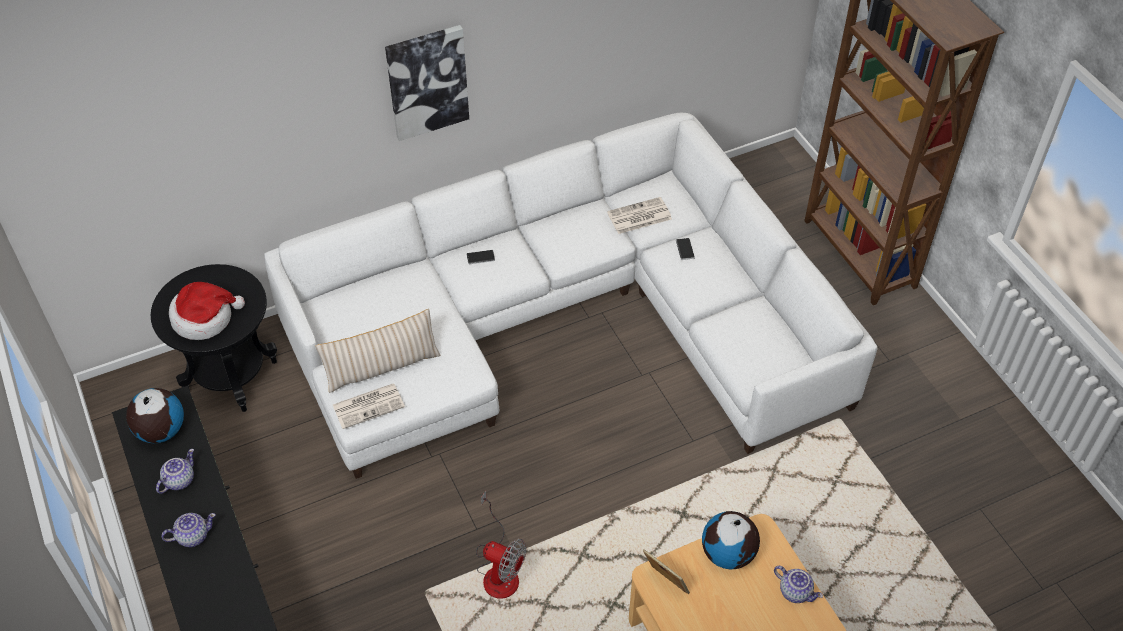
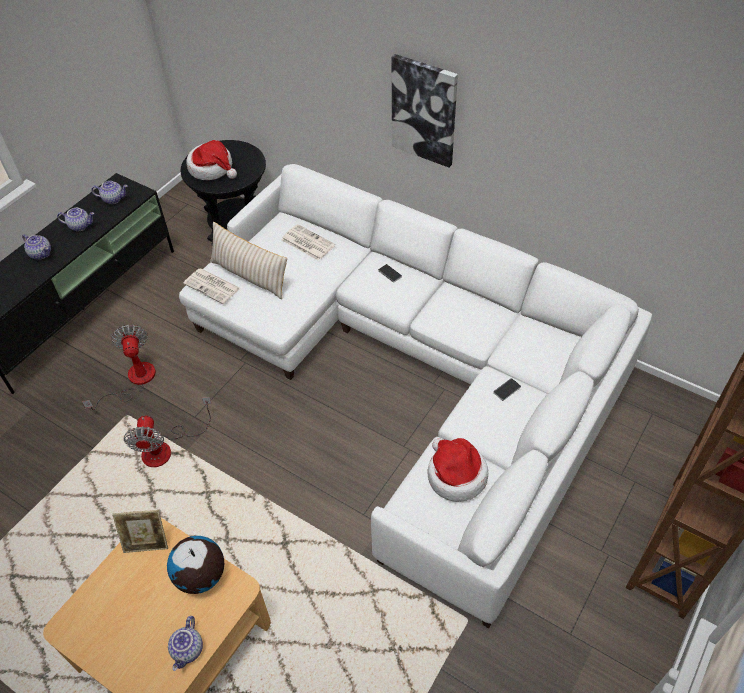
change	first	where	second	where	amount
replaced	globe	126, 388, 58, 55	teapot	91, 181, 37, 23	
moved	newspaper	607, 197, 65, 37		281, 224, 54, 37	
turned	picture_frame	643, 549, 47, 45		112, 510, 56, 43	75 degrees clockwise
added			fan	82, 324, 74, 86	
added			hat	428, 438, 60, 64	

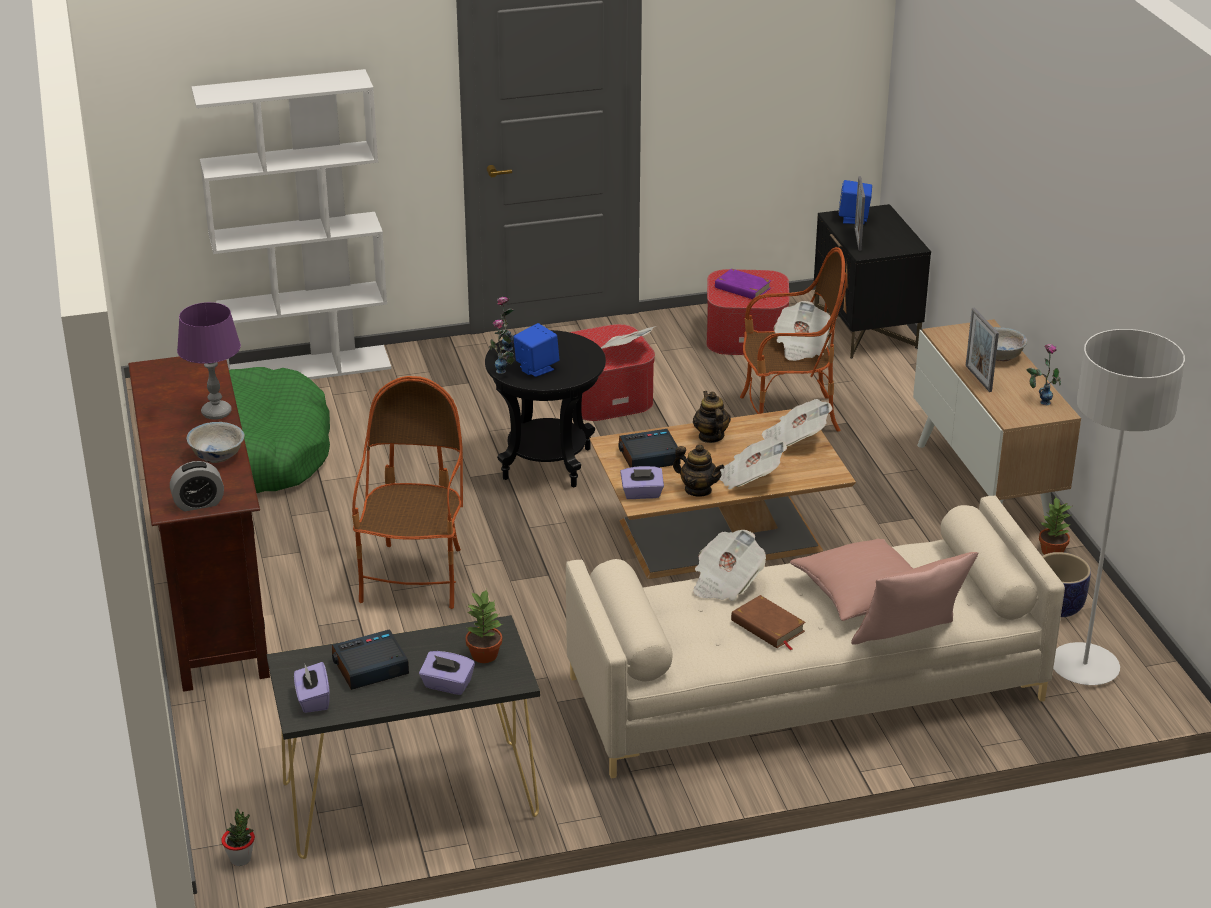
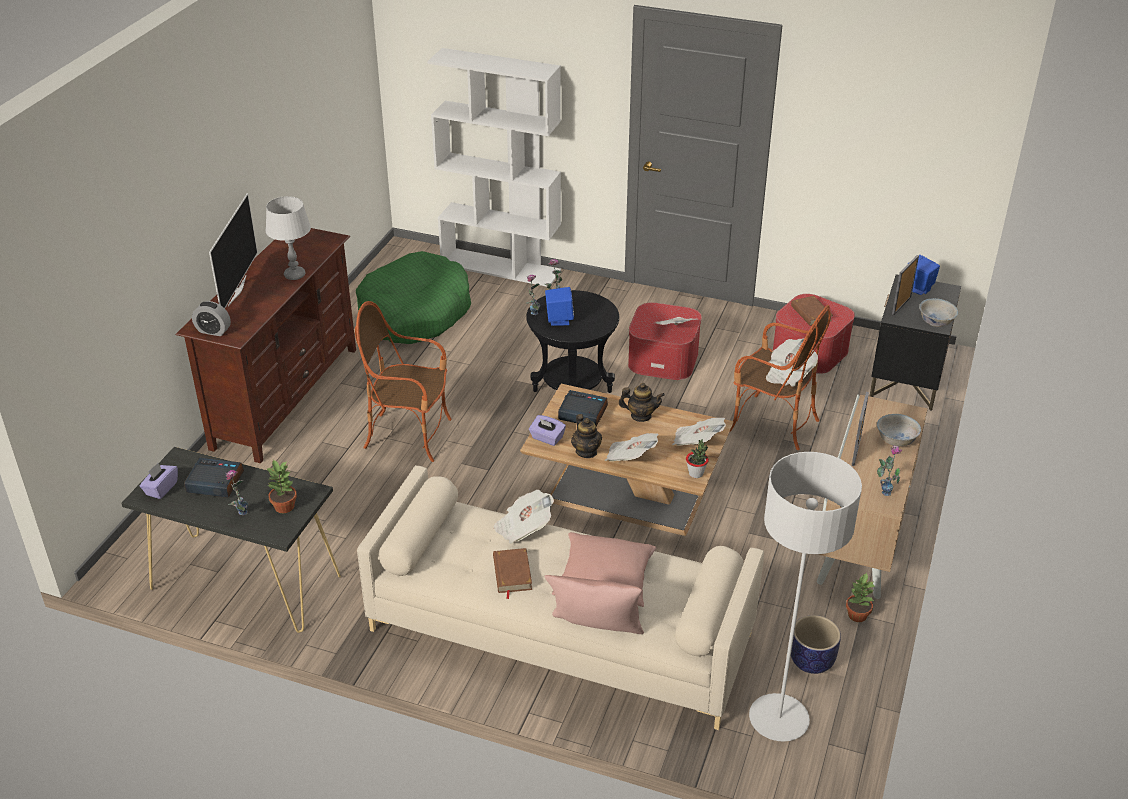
change	first	where	second	where	amount
recoloured	purple_table_lamp	177, 302, 64, 117	grey_table_lamp	265, 196, 46, 84	
moved	white_bowl	186, 422, 59, 41		919, 298, 40, 29	
moved	potted_plant	221, 808, 34, 58		686, 439, 23, 39	
turned	armchair	352, 376, 111, 233		355, 301, 97, 161	120 degrees counterclockwise
replaced	purple_tissue_box	419, 651, 56, 44	vase	226, 470, 22, 45	
turned	teapot	693, 391, 38, 52		618, 383, 47, 39	75 degrees clockwise
recoloured	purple_book	715, 269, 56, 31	brown_book	791, 296, 42, 30	
added			television	209, 193, 49, 115	

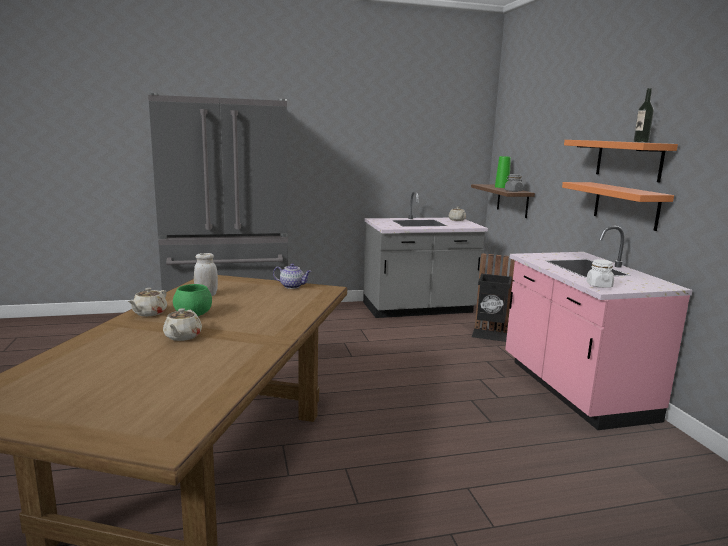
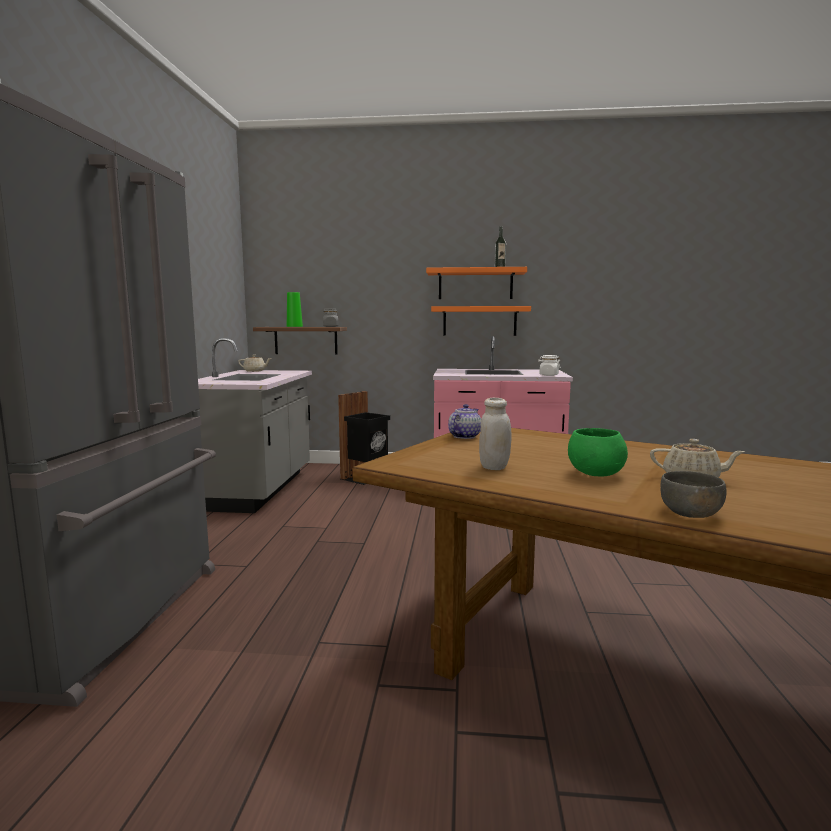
change	first	where	second	where	amount
removed	beige_teapot	128, 288, 39, 28			
added			grey_bowl	660, 471, 67, 47	

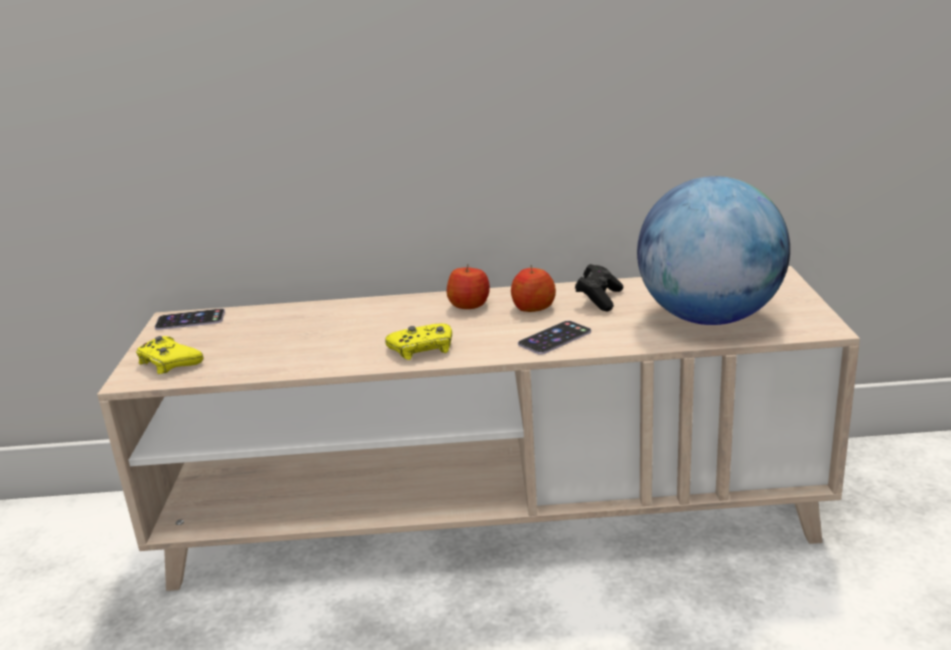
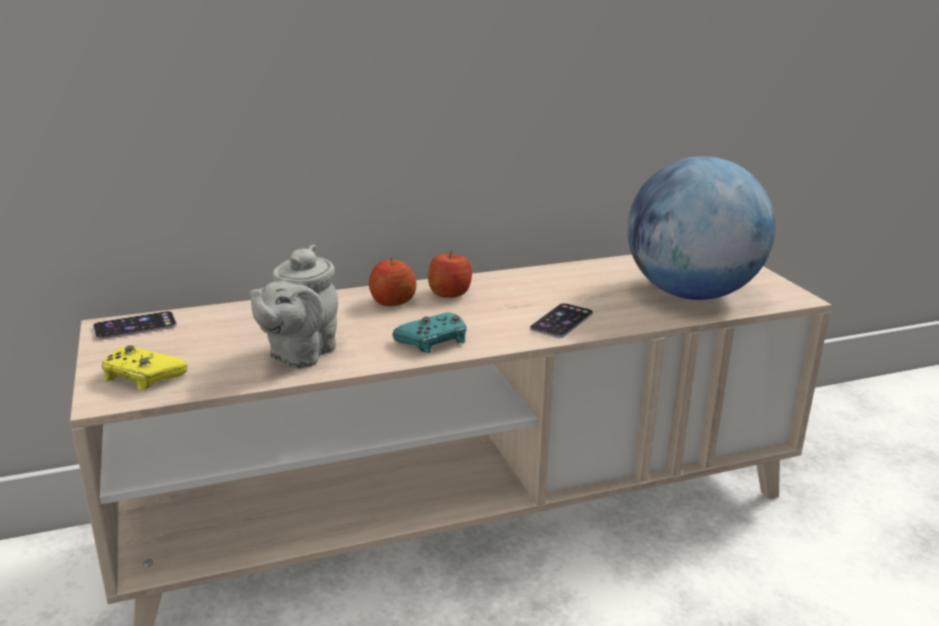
change	first	where	second	where	amount
recoloured	yellow_game_controller	385, 323, 67, 37	turquoise_game_controller	392, 313, 75, 40	
moved	apple	511, 265, 45, 47		369, 257, 48, 49	
removed	black_game_controller	575, 264, 48, 48			
added			grey_teapot	249, 245, 89, 123	

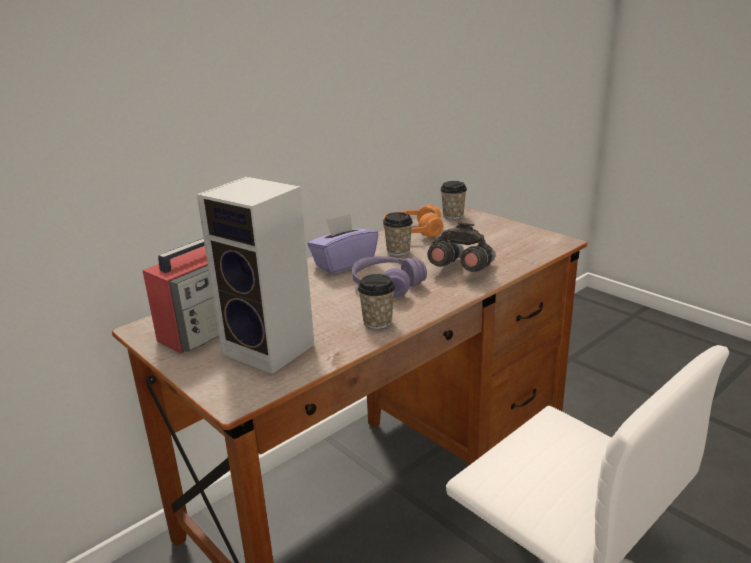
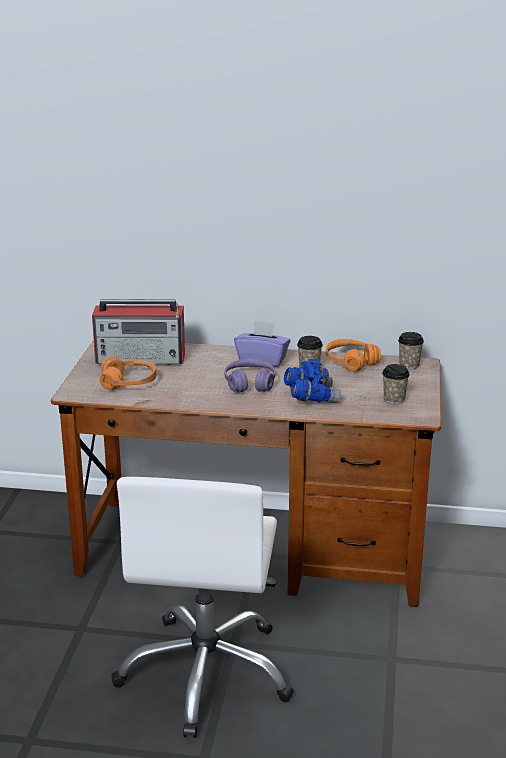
change	first	where	second	where	amount
replaced	speaker	197, 177, 118, 197	orange_headphones	100, 357, 56, 33	
moved	cup	358, 274, 37, 55		382, 364, 28, 40	
recoloured	grey_binoculars	427, 222, 68, 50	blue_binoculars	284, 359, 57, 44	

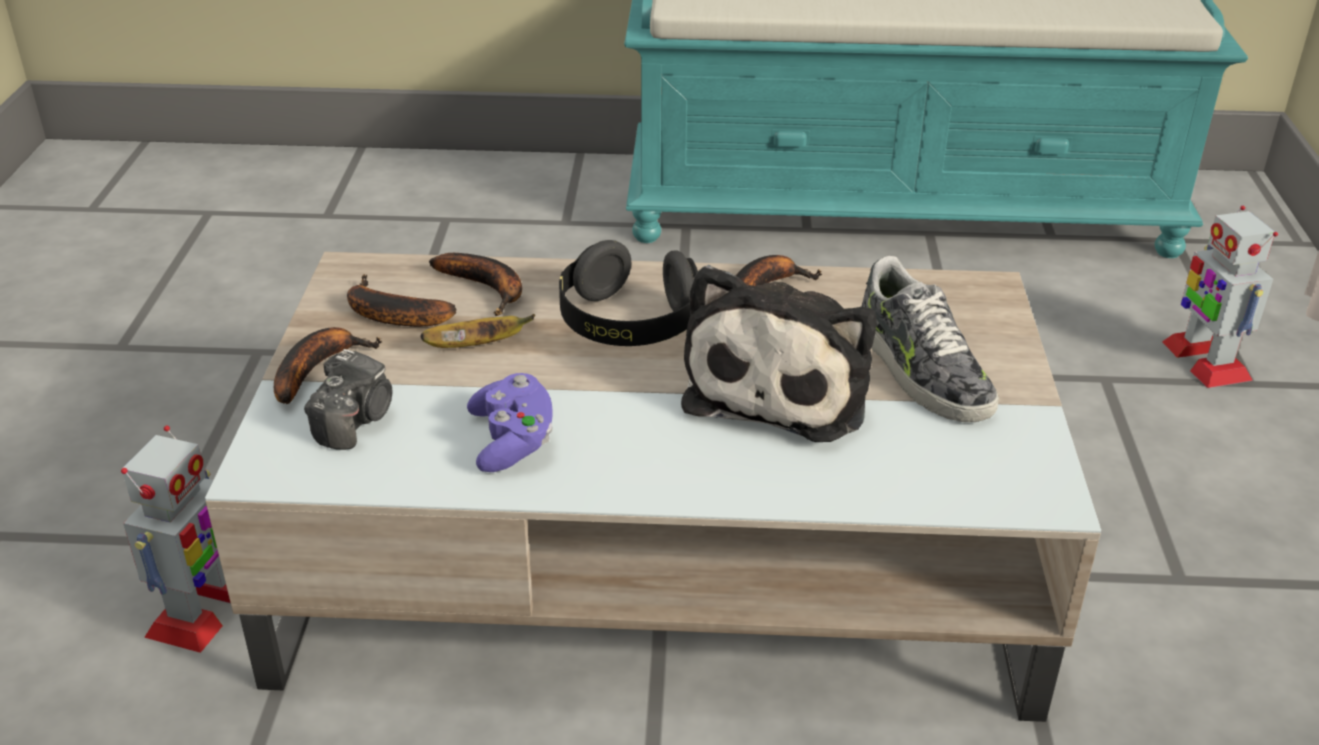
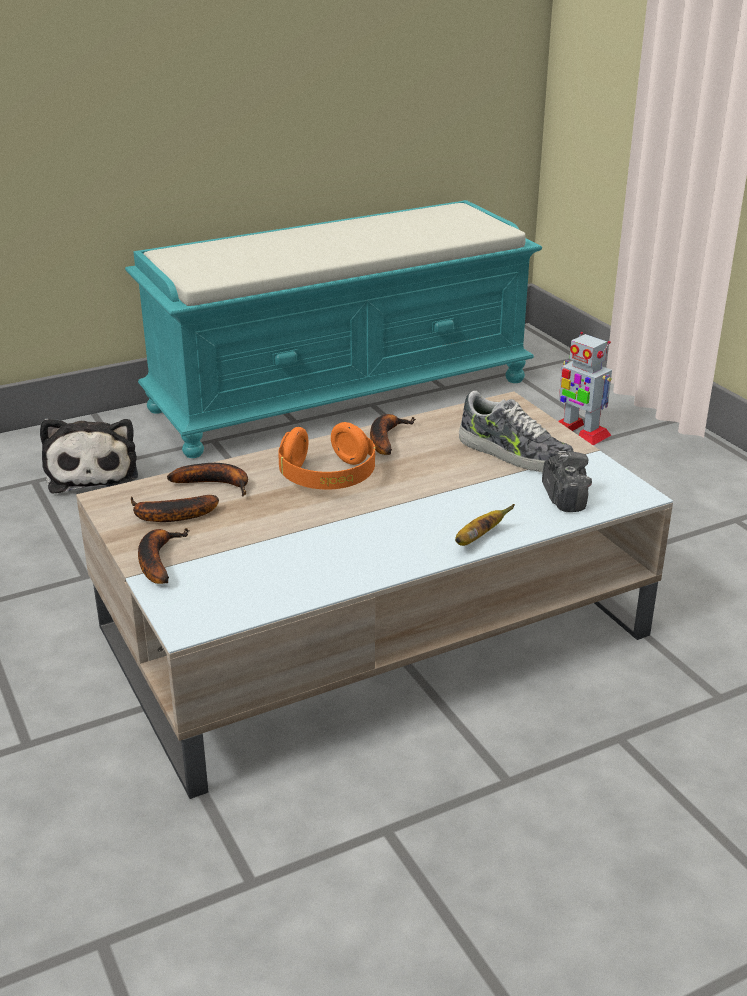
change	first	where	second	where	amount
removed	toy_robot	121, 425, 109, 228			
moved	photo_camera	304, 349, 88, 101		542, 451, 50, 61	
moved	banana	421, 314, 114, 34		455, 504, 60, 42	
removed	purple_game_controller	467, 373, 85, 99			
recoloured	black_headphones	559, 240, 139, 106	orange_headphones	278, 422, 97, 68	
moved	plush_toy	681, 265, 195, 177		40, 418, 98, 76	

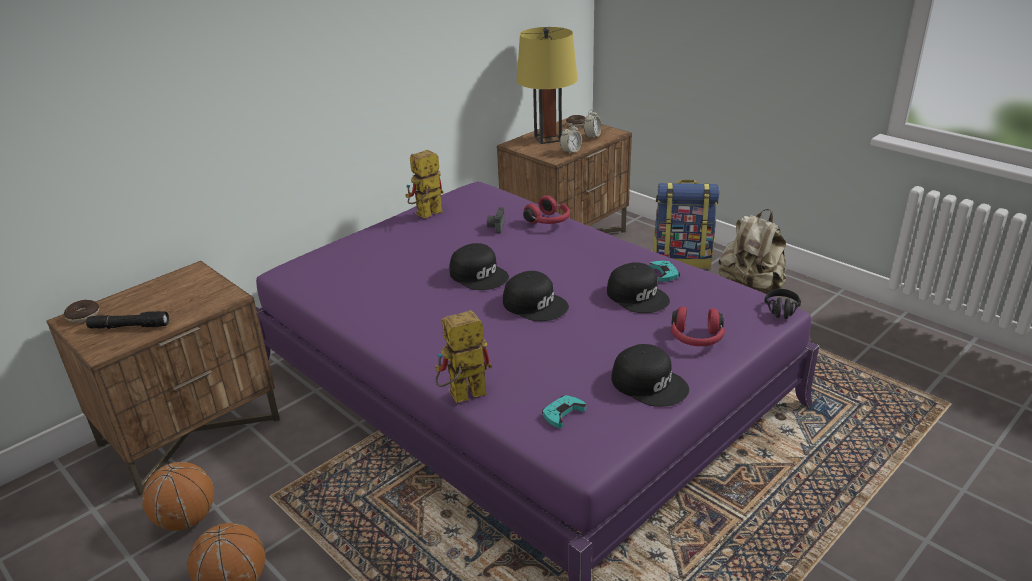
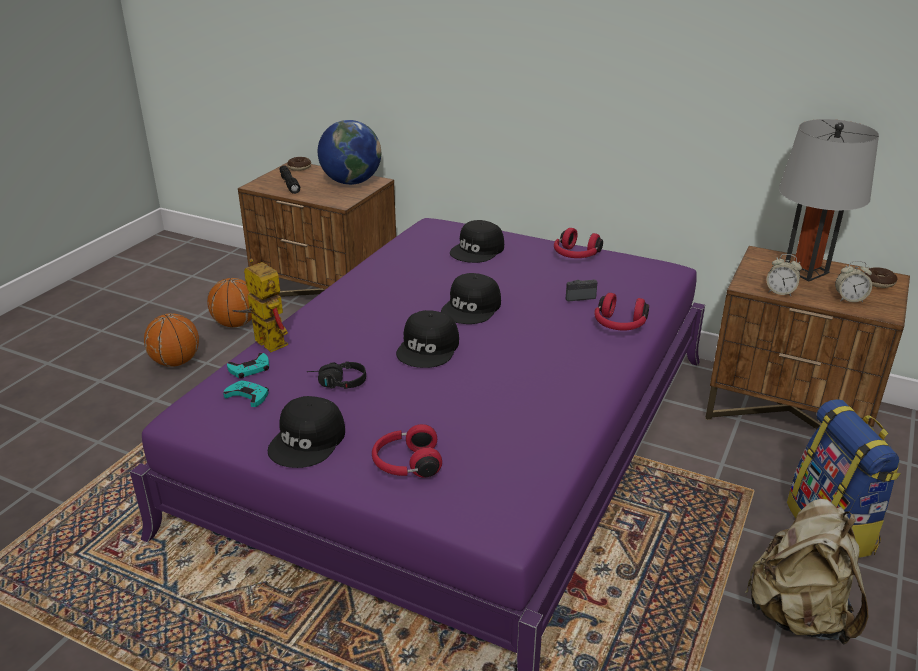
change	first	where	second	where	amount
replaced	toy_robot	405, 150, 39, 68	red_headphones	554, 228, 49, 30	
recoloured	yellow_table_lamp	516, 27, 62, 117	grey_table_lamp	779, 119, 100, 162	
moved	black_cap	607, 262, 63, 51		450, 220, 54, 43	
moved	turquoise_game_controller	649, 261, 31, 21		227, 353, 42, 25	
moved	black_headphones	764, 289, 37, 30		307, 361, 59, 28	
added			globe	318, 120, 63, 65	

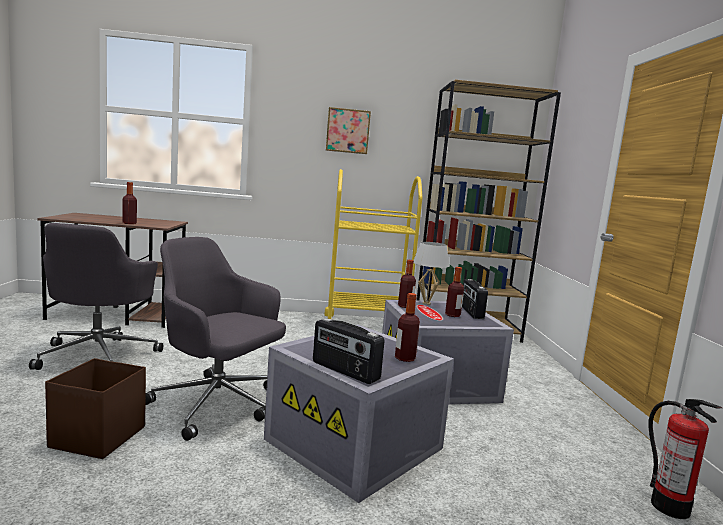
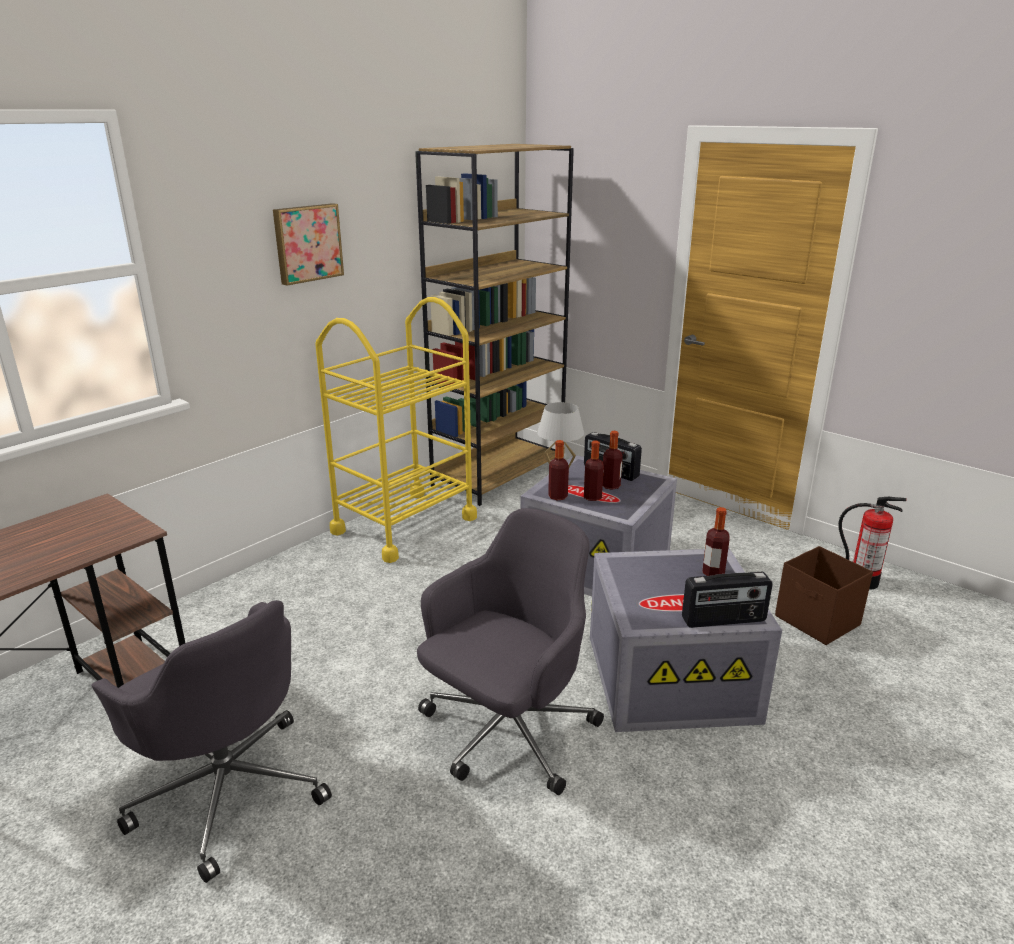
change	first	where	second	where	amount
moved	brown_storage_box	45, 358, 101, 101		775, 546, 98, 99	
moved	bottle	122, 182, 15, 42		584, 441, 20, 60	
turned	grey_office_chair	145, 237, 141, 204		417, 508, 187, 287	150 degrees clockwise

